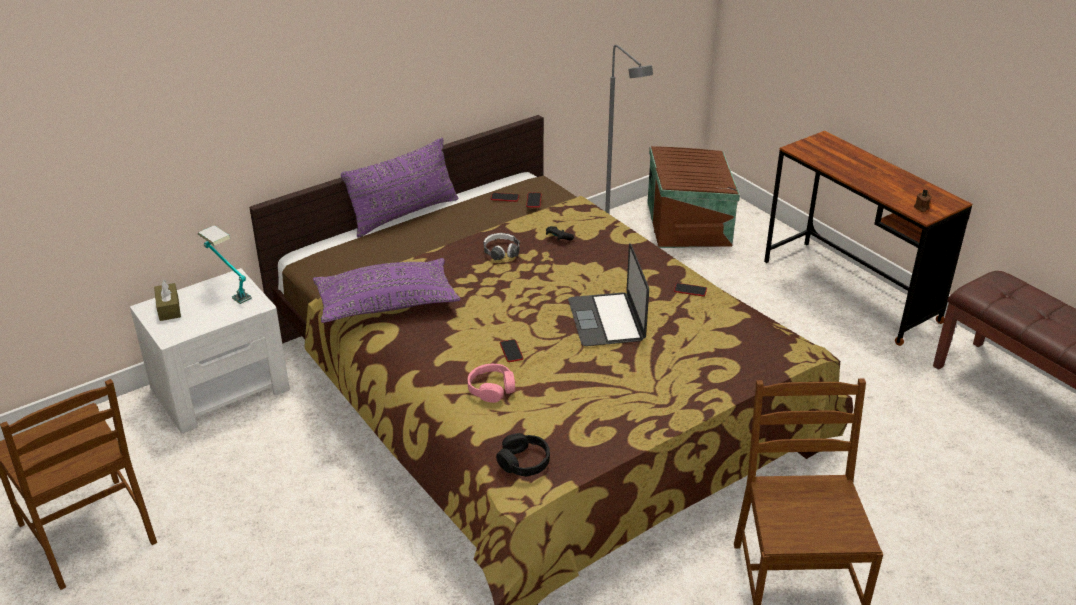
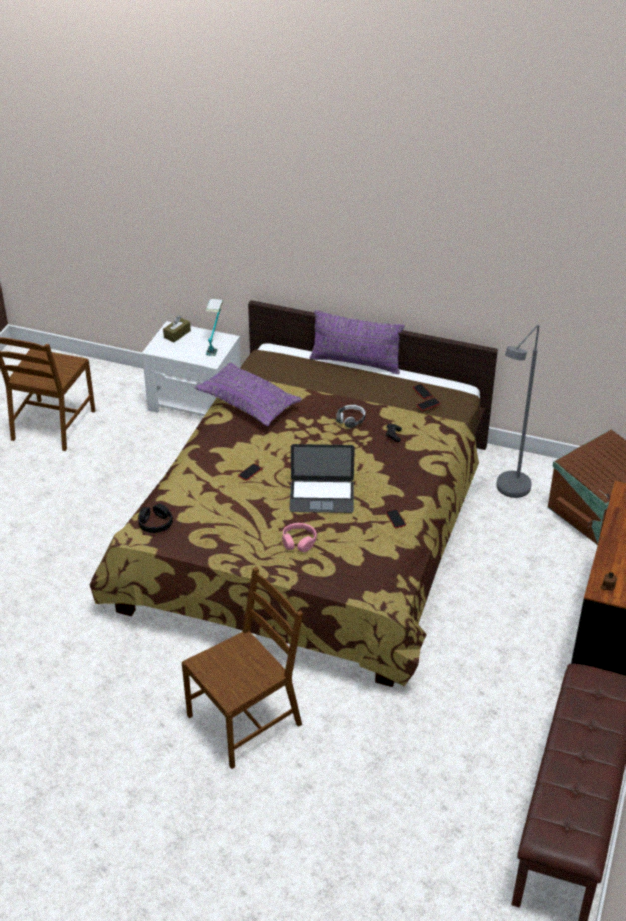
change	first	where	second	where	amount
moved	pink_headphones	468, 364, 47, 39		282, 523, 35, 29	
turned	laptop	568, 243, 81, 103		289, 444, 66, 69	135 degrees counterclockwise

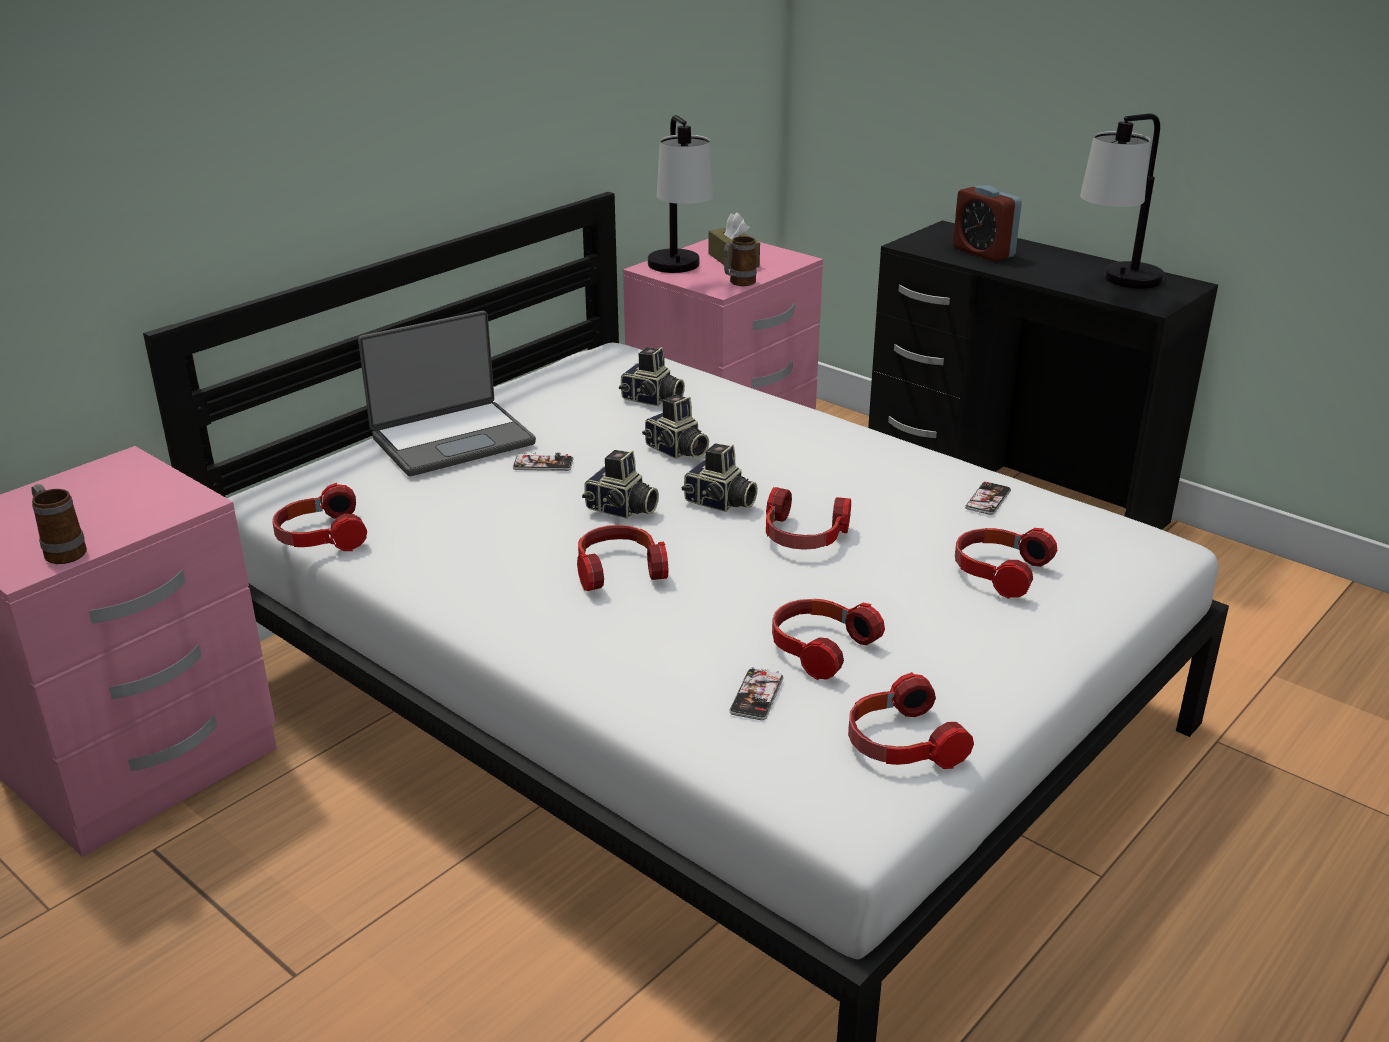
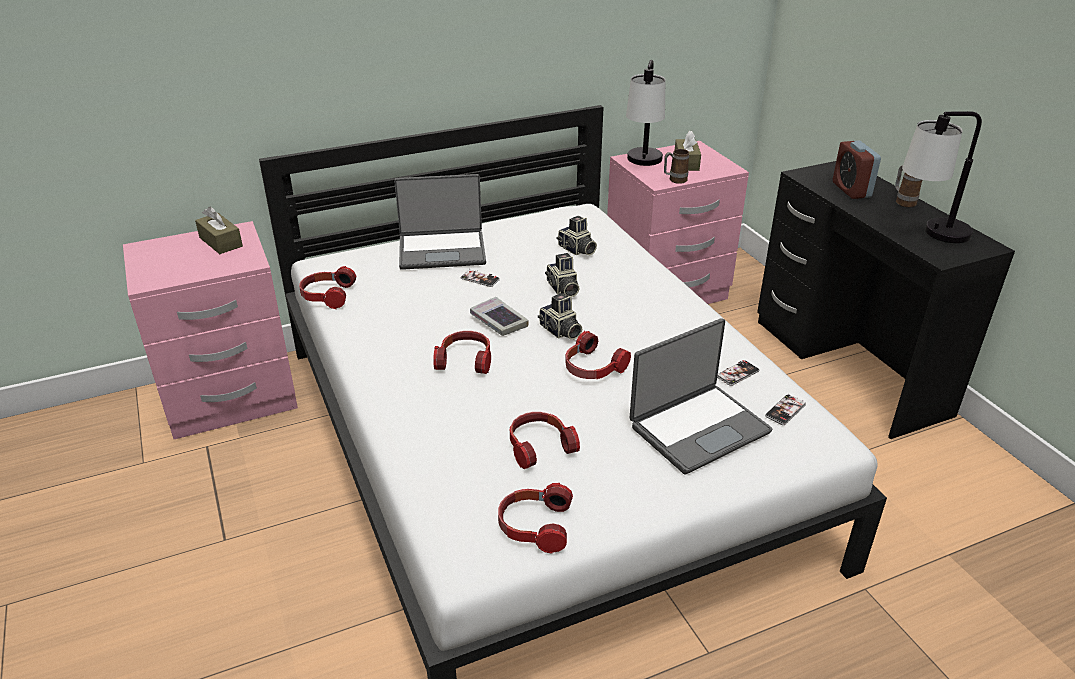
change	first	where	second	where	amount
moved	mug	31, 484, 56, 80		895, 165, 27, 42	
replaced	photo_camera	582, 450, 77, 69	book	470, 297, 59, 39	
moved	phone	729, 667, 55, 53		765, 394, 41, 31	
replaced	headphones	955, 528, 103, 71	laptop	630, 318, 142, 156	
added			brown_tissue_box	195, 206, 48, 48	

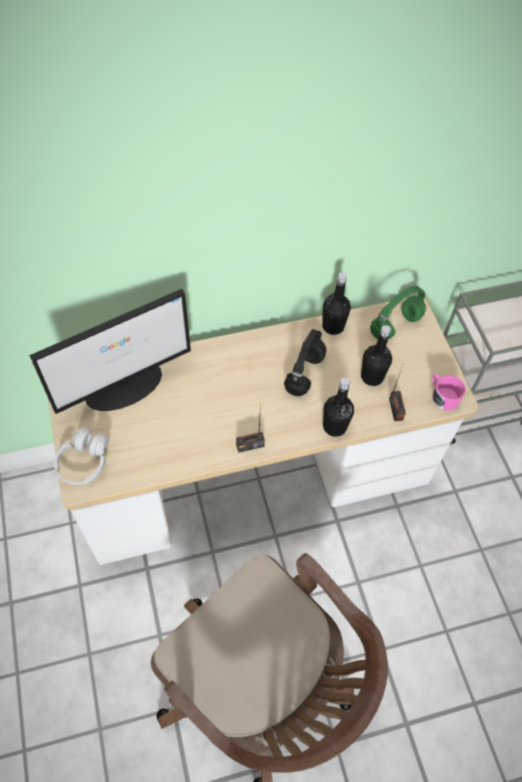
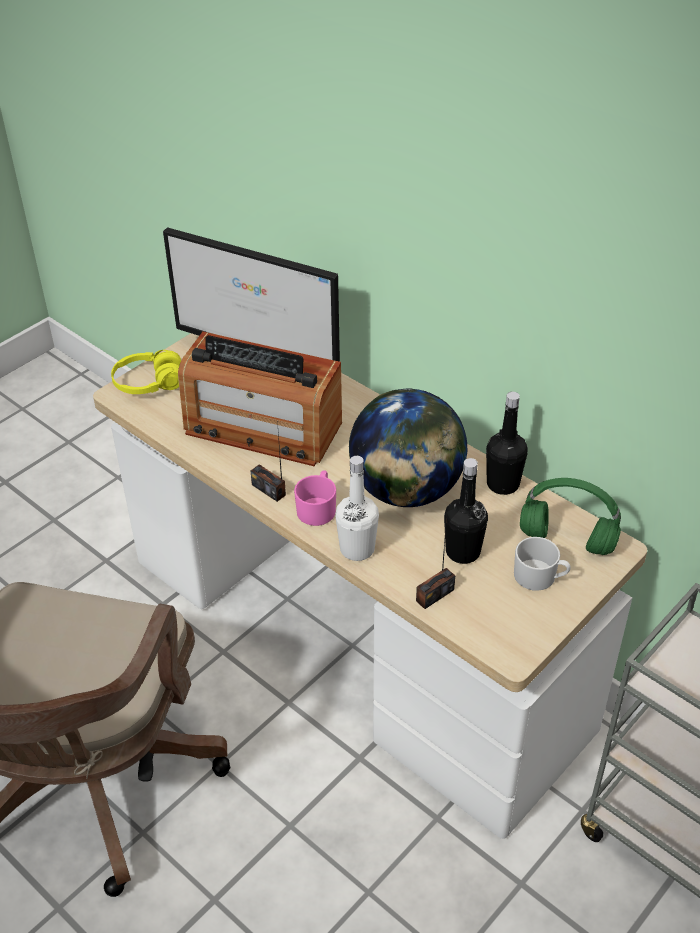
change	first	where	second	where	amount
recoloured	white_headphones	54, 428, 55, 57	yellow_headphones	111, 350, 70, 44	
replaced	black_headphones	284, 329, 42, 67	globe	349, 389, 118, 118	
recoloured	black_bottle	323, 378, 31, 59	white_bottle	335, 456, 44, 105	
moved	pink_mug	432, 374, 34, 37		294, 470, 42, 56	
added			radio	178, 331, 164, 135	
added			white_mug	514, 537, 56, 54	

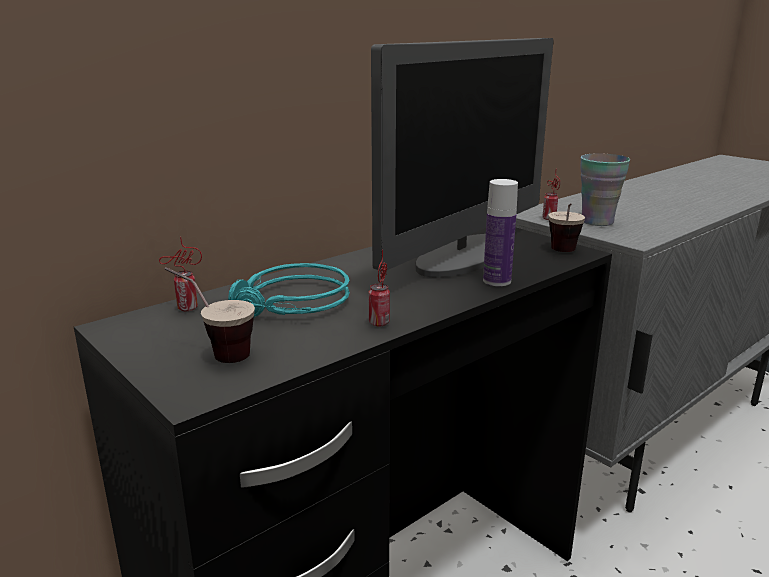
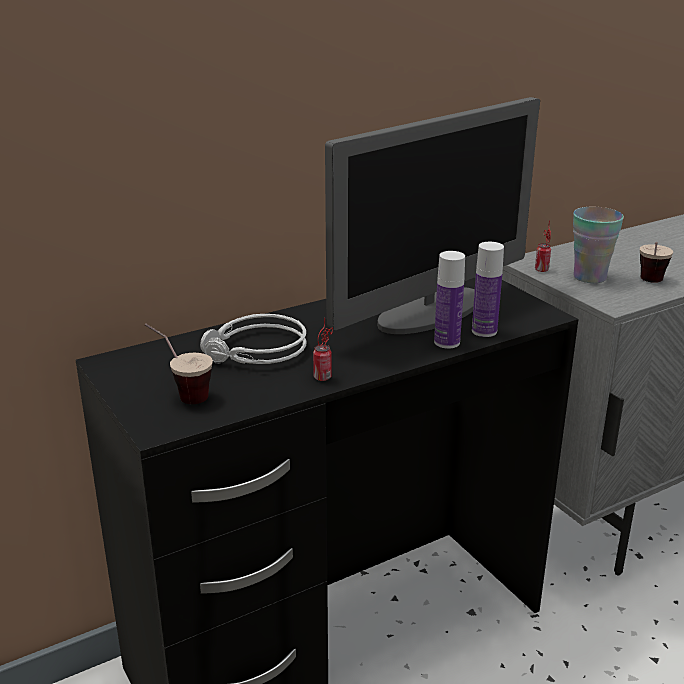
change	first	where	second	where	amount
removed	can	159, 237, 43, 74			
recoloured	turquoise_headphones	228, 263, 122, 54	grey_headphones	200, 314, 107, 50	
moved	cup	549, 203, 36, 49		640, 242, 33, 41	
added			bottle	472, 242, 32, 95	

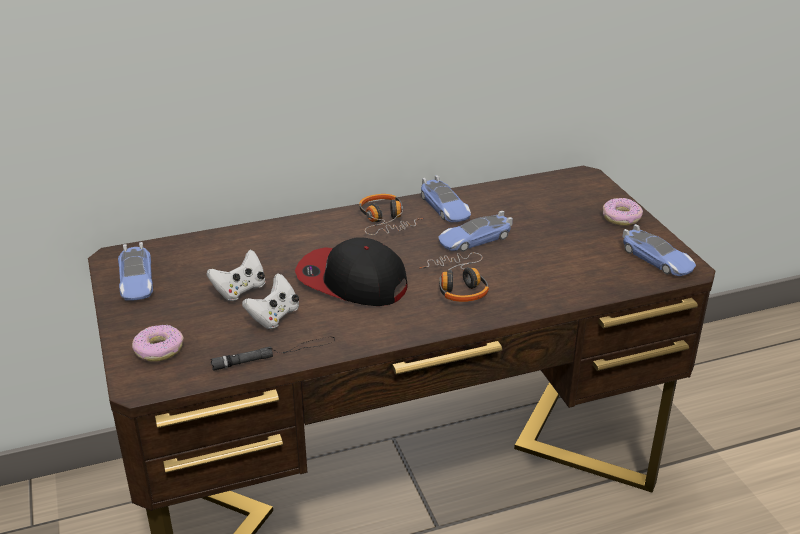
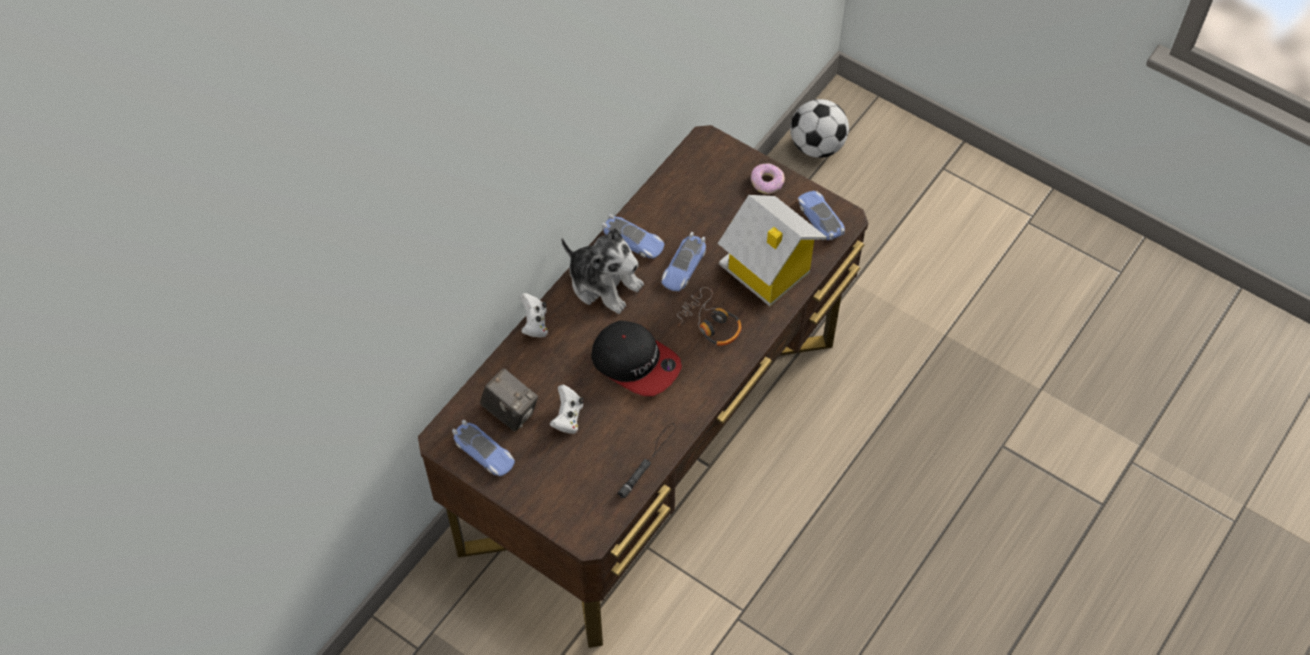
change	first	where	second	where	amount
removed	donut	132, 325, 52, 36			
moved	white_game_controller	242, 273, 57, 56		520, 293, 28, 44	
turned	cap	295, 237, 113, 69		591, 321, 91, 75	135 degrees counterclockwise
replaced	headphones	359, 194, 64, 41	plush_toy	561, 228, 83, 86	
turned	toy_car	623, 224, 73, 52		798, 191, 47, 49	135 degrees counterclockwise
added			photo_camera	480, 368, 58, 64	
added			toy_house	717, 195, 110, 111	
added			football	790, 99, 59, 59	

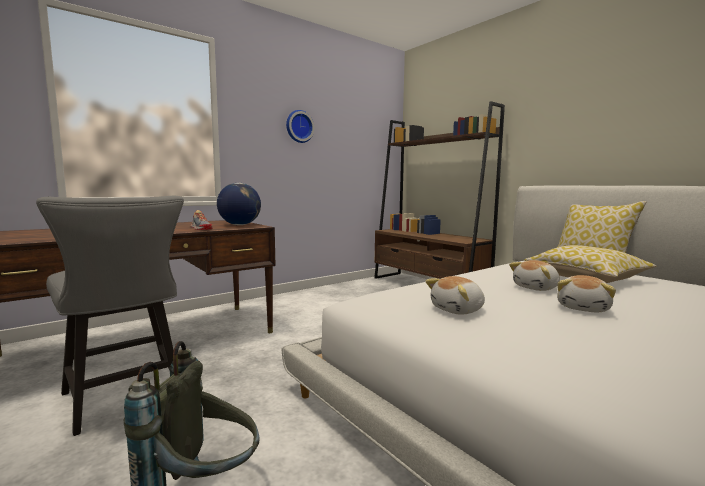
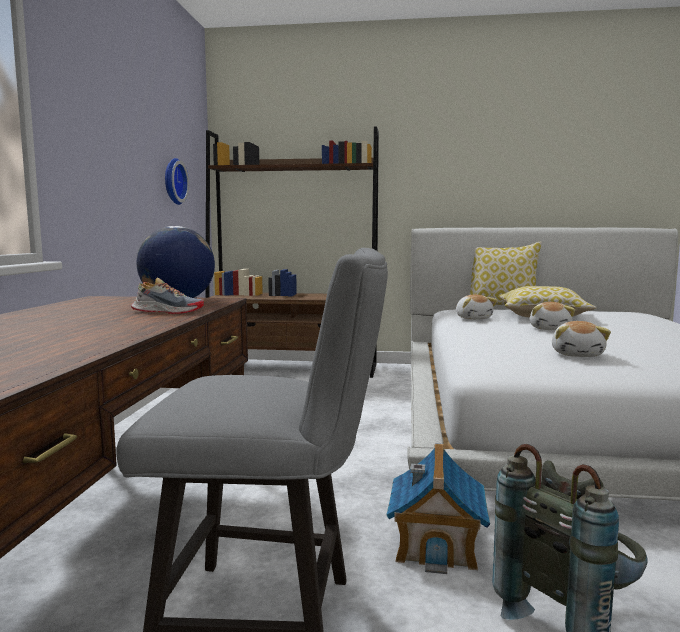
change	first	where	second	where	amount
moved	wall_clock	286, 110, 28, 33		165, 158, 24, 47	
moved	plush_toy	557, 275, 59, 37		456, 294, 42, 26	
added			toy_house	386, 443, 104, 131	

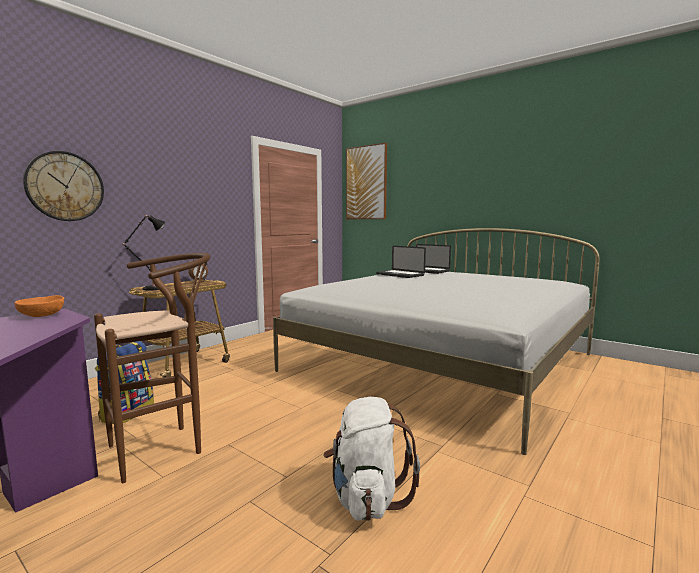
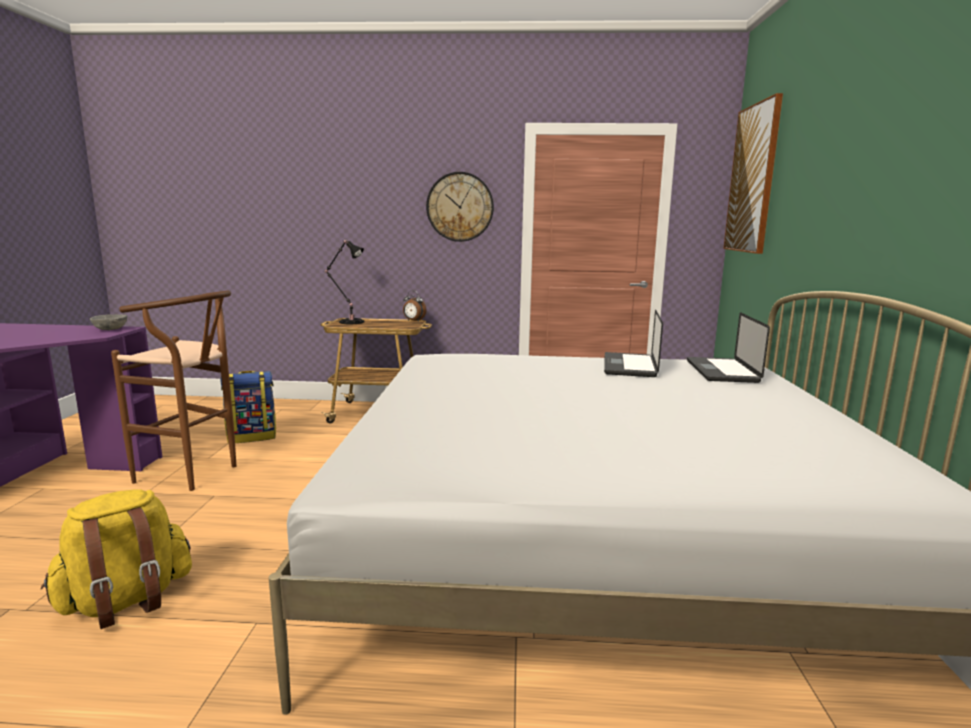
change	first	where	second	where	amount
recoloured	orange_bowl	15, 295, 49, 22	grey_bowl	90, 314, 37, 16	
moved	wall_clock	23, 151, 81, 70		426, 172, 68, 70	
recoloured	white_backpack	323, 397, 97, 124	yellow_backpack	41, 489, 151, 140	

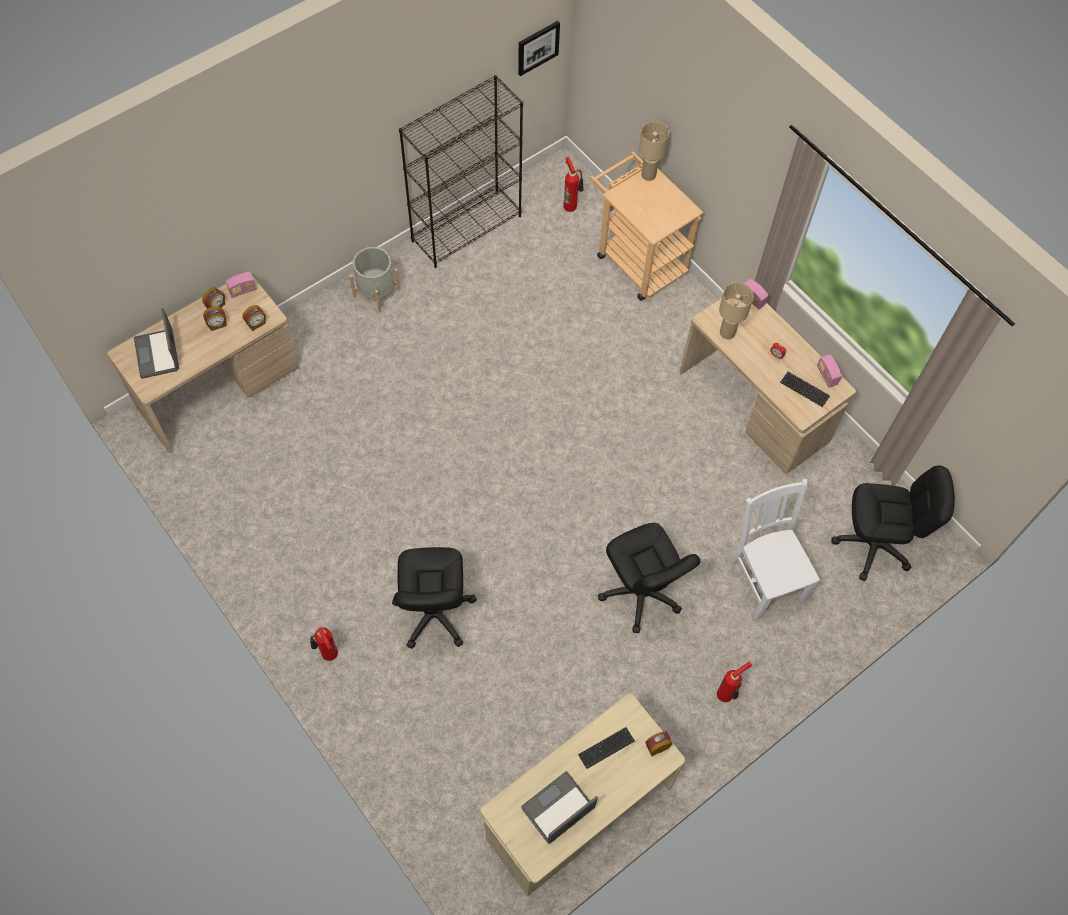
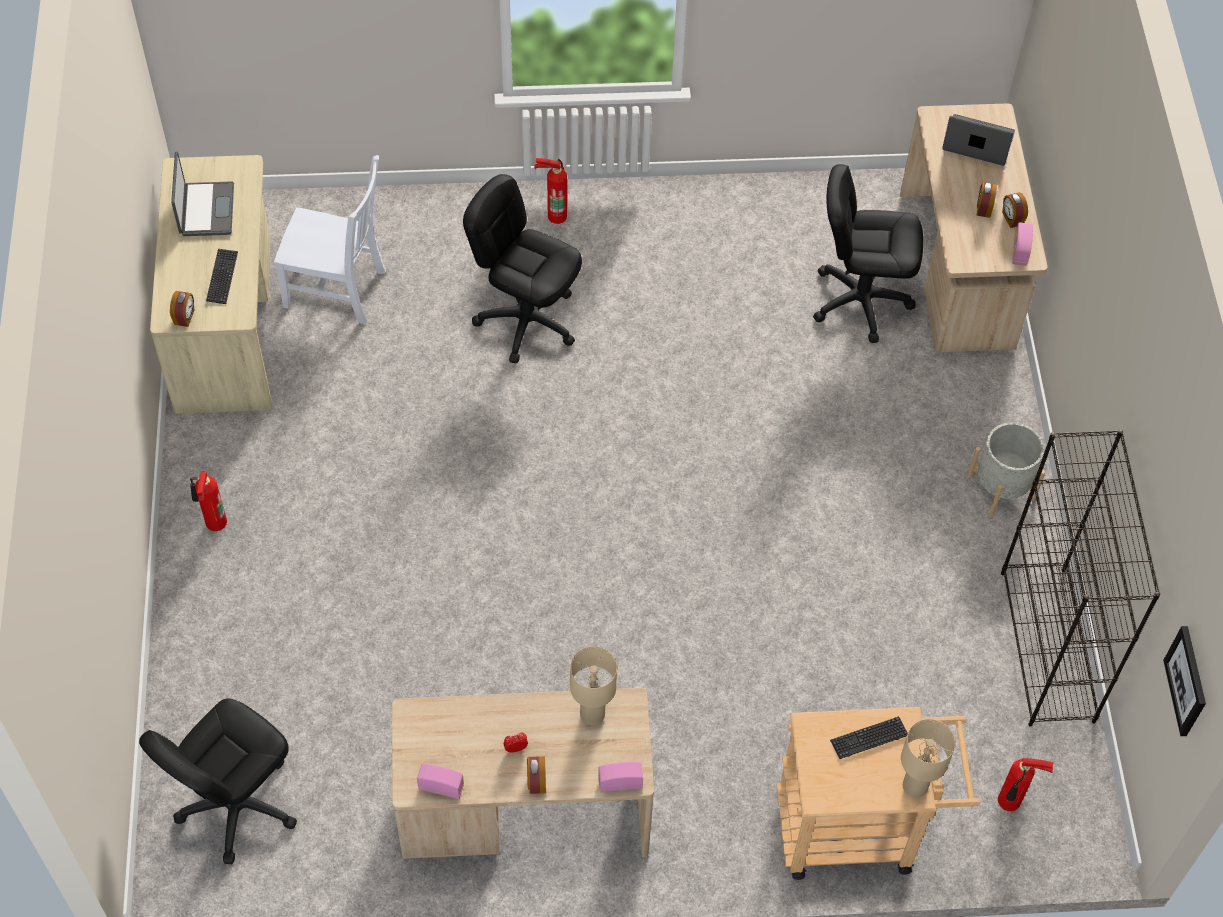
change	first	where	second	where	amount
moved	alarm_clock	242, 305, 24, 26		527, 756, 19, 38	
moved	black_office_chair	598, 523, 102, 110		813, 164, 110, 179	
moved	white_chair	728, 479, 92, 141		274, 155, 112, 170	
moved	keyboard	780, 372, 50, 35		830, 716, 78, 43	

